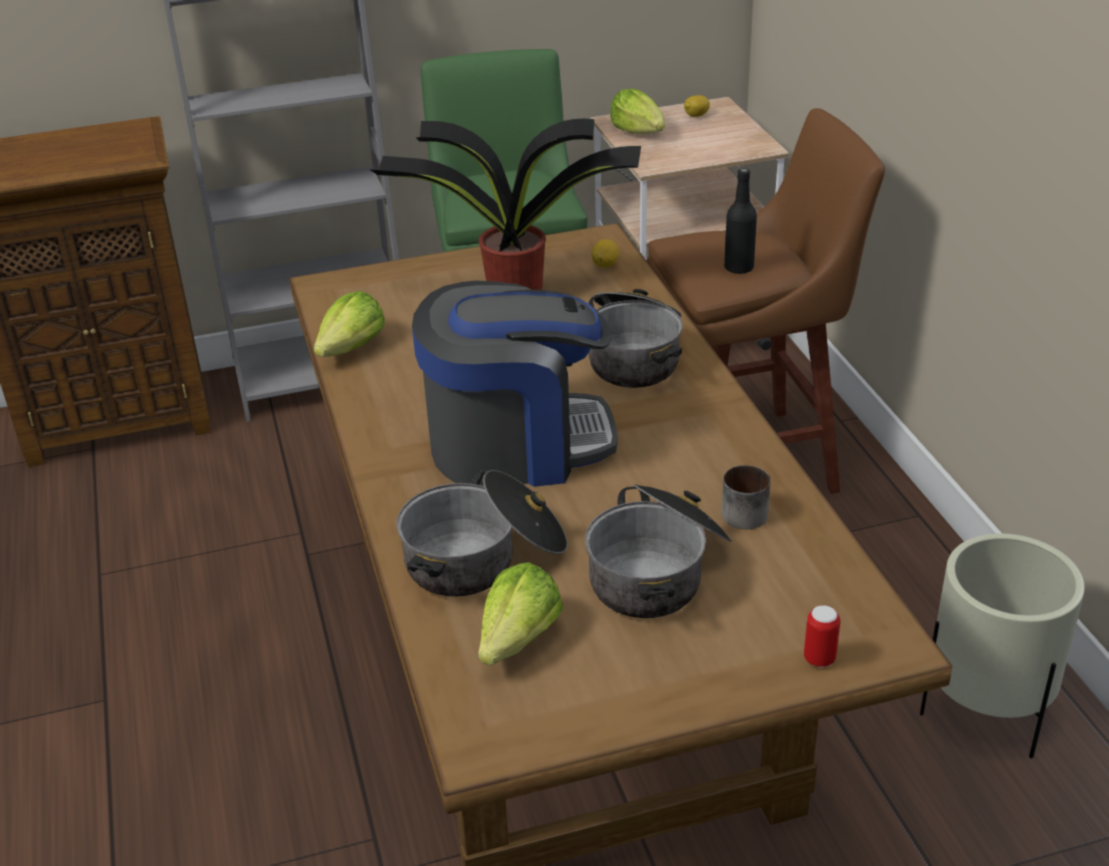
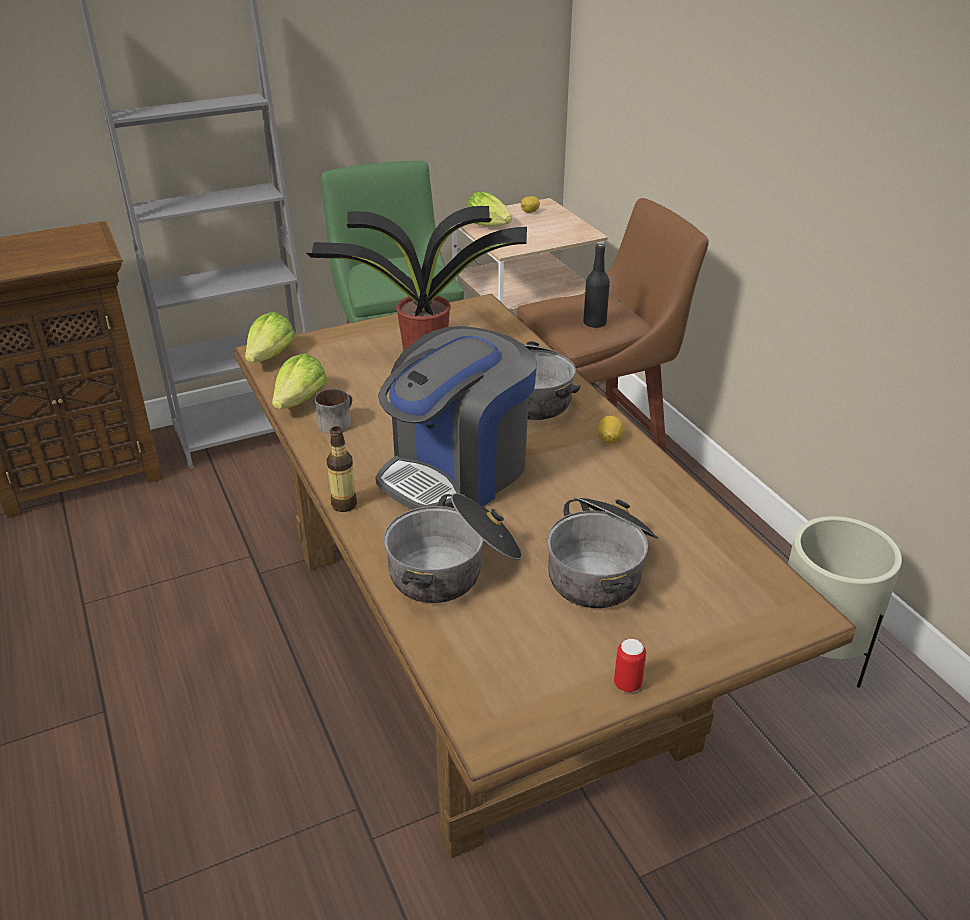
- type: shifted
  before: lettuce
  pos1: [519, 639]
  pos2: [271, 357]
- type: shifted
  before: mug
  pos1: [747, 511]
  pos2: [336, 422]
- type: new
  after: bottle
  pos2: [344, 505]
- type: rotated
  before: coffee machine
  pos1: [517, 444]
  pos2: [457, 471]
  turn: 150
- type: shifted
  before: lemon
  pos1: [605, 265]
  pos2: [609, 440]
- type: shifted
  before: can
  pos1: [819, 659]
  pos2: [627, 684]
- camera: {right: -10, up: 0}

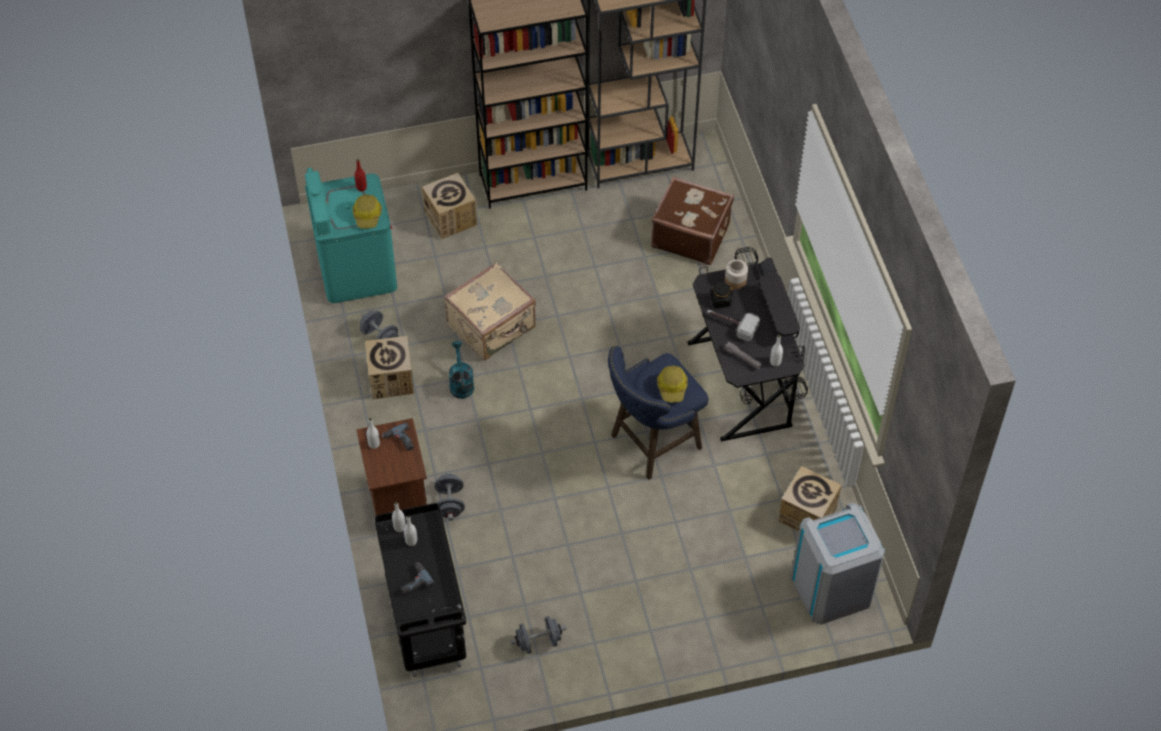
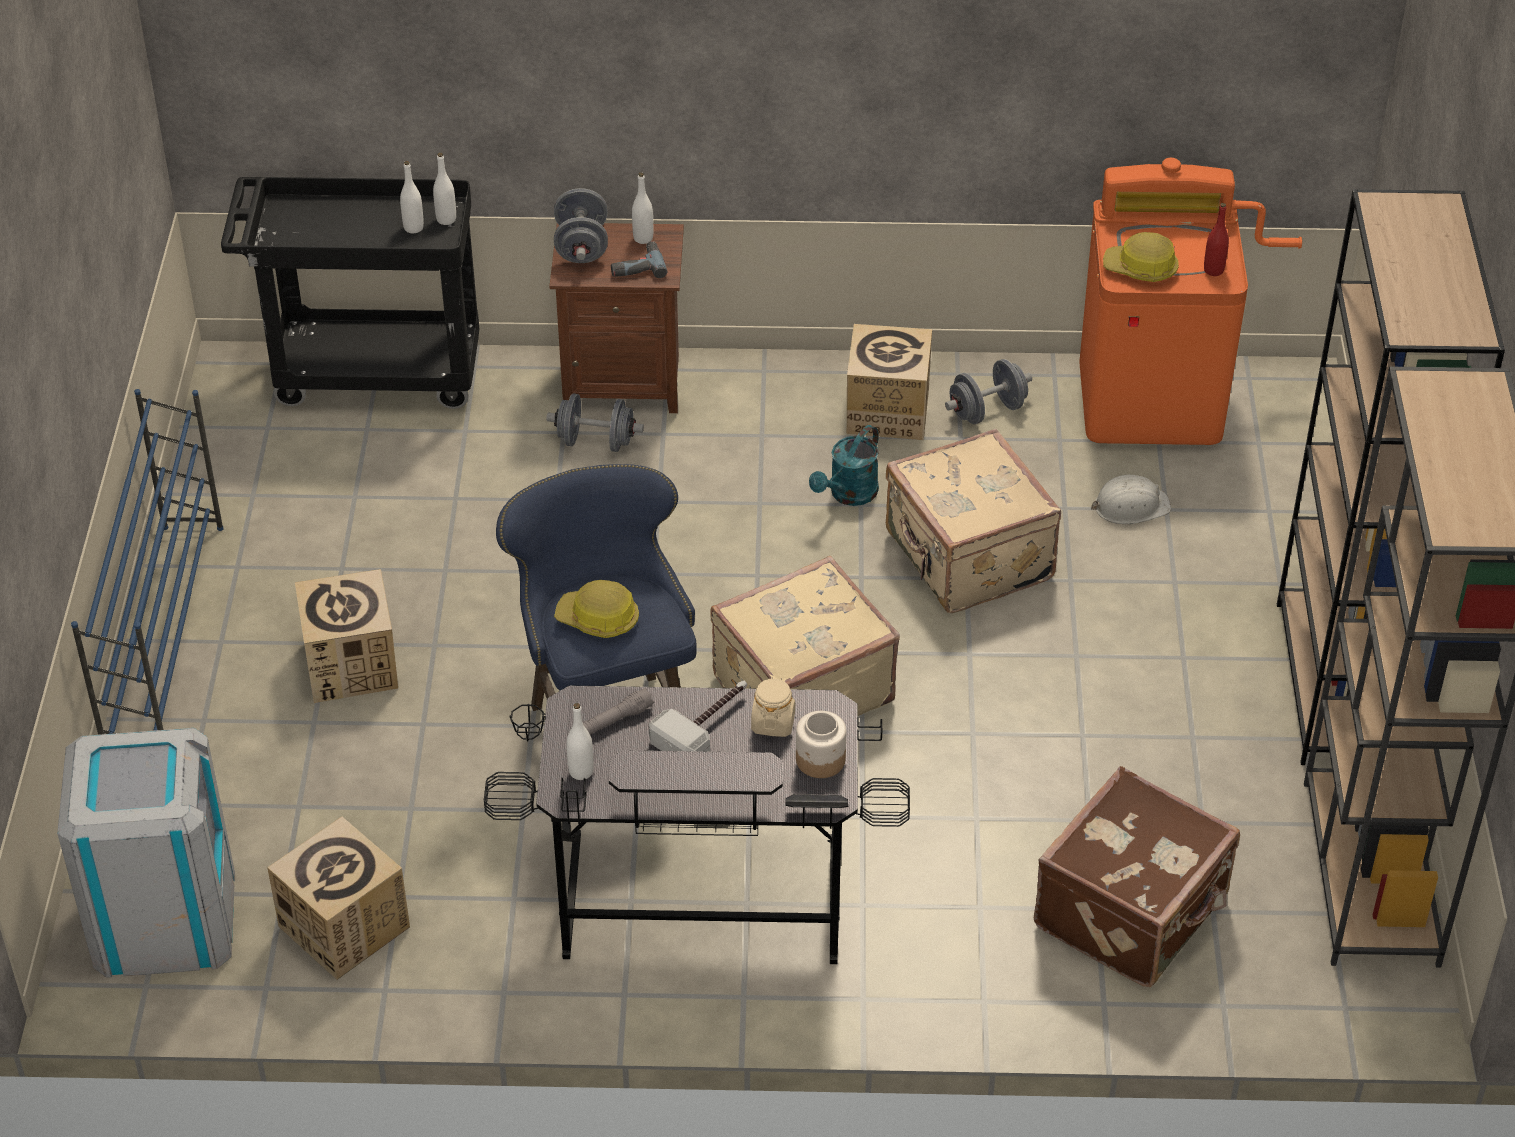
- type: new
  after: blue shoe rack
  pos2: [167, 639]
- type: shifted
  before: cardboard box
  pos1: [450, 218]
  pos2: [351, 665]
- type: shifted
  before: grey dumbbell
  pos1: [538, 642]
  pos2: [581, 247]
- type: new
  after: beige suitcase
  pos2: [800, 688]
- type: repainted
  before: black jar
  after: beige jar
  pos1: [720, 301]
  pos2: [773, 722]
- type: rotated
  before: turquoise watering can
  pos1: [461, 383]
  pos2: [848, 495]
  turn: 120
- type: repainted
  before: turquoise washing machine
  after: orange washing machine
  pos1: [356, 271]
  pos2: [1153, 402]
- type: new
  after: white hard hat
  pos2: [1130, 506]
- type: gone
  before: power drill
  pos1: [414, 581]
- camera: {right: 105, up: -10}

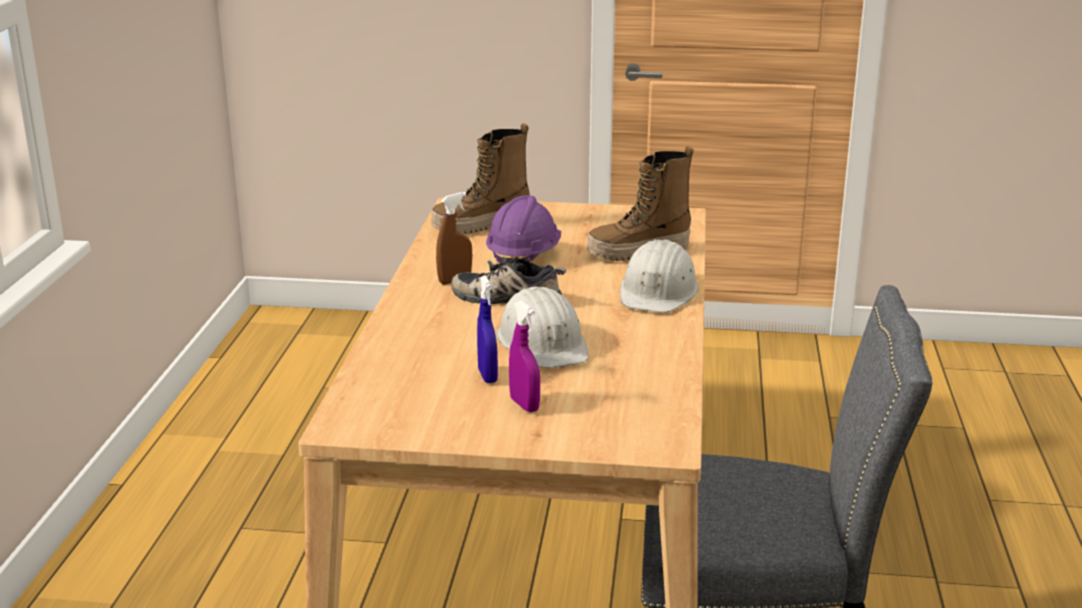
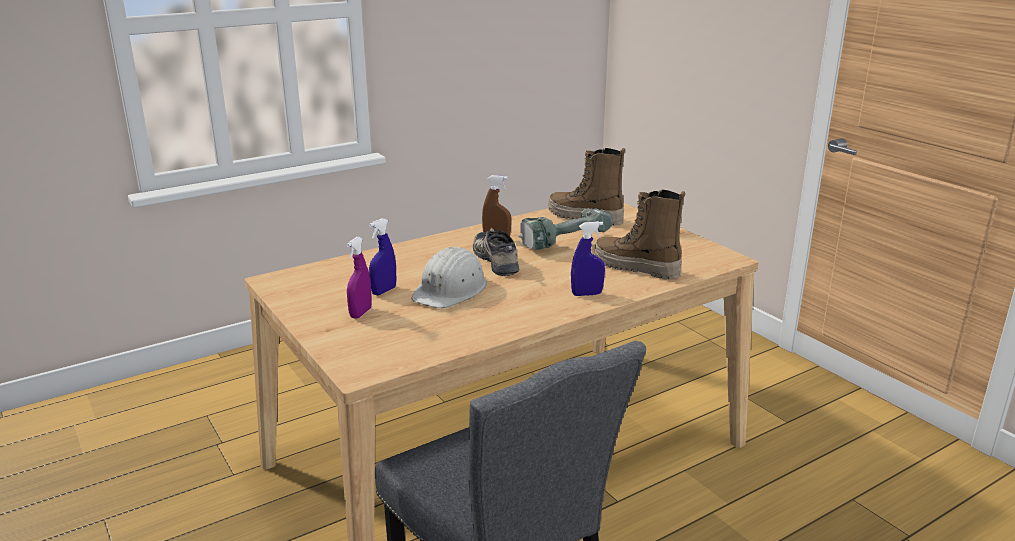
- type: swapped
  before: purple hard hat
  after: power drill
  pos1: [523, 257]
  pos2: [563, 243]
- type: swapped
  before: white hard hat
  after: blue spray bottle
  pos1: [658, 291]
  pos2: [587, 294]
- camera: {right: 50, up: 0}

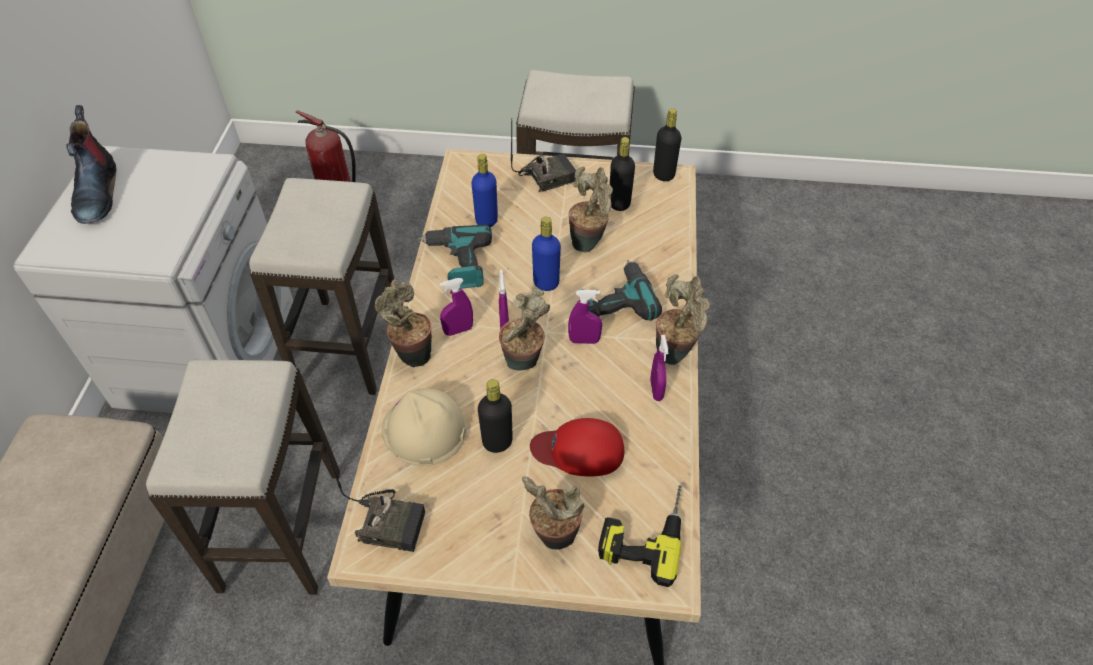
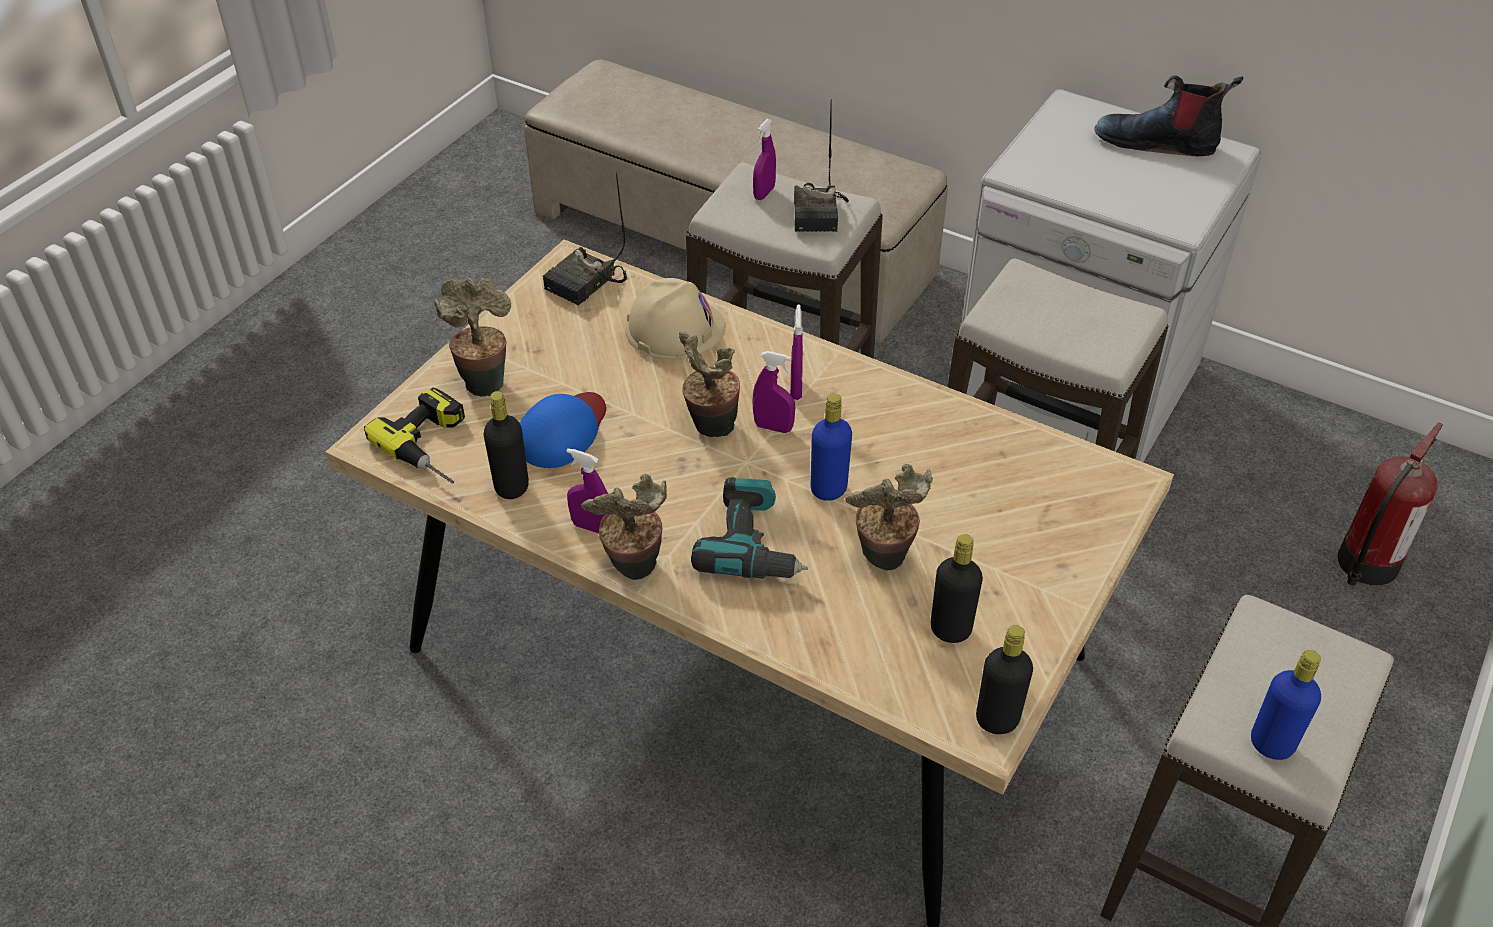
- type: shifted
  before: black bottle
  pos1: [497, 442]
  pos2: [511, 487]
- type: repainted
  before: red cap
  after: blue cap
  pos1: [579, 450]
  pos2: [563, 431]
- type: shifted
  before: purple spray bottle
  pos1: [584, 340]
  pos2: [764, 193]
- type: shifted
  before: radio
  pos1: [548, 176]
  pos2: [820, 214]
- type: shifted
  before: blue bottle
  pos1: [486, 220]
  pos2: [1271, 744]
- type: gone
  before: potted plant
  pos1: [412, 354]
- type: gone
  before: power drill
  pos1: [458, 263]
- camera: {right: 115, up: -5}

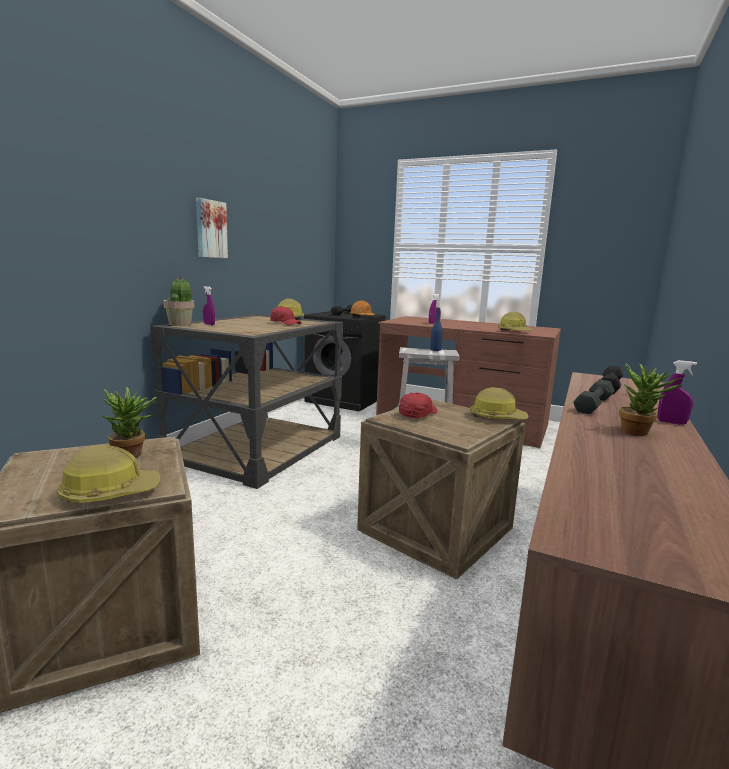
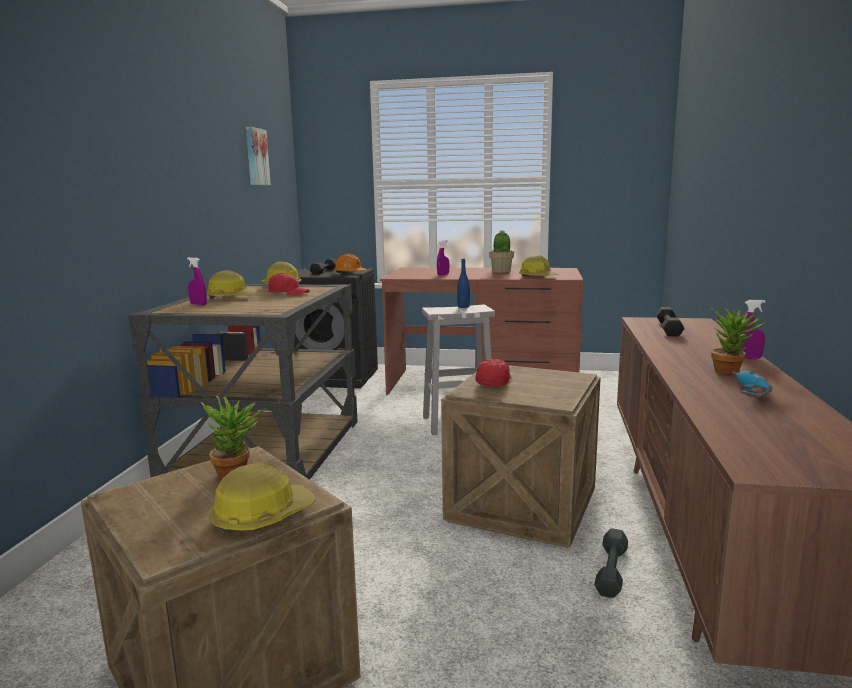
- type: shifted
  before: hard hat
  pos1: [497, 418]
  pos2: [231, 297]
- type: shifted
  before: picture
  pos1: [210, 229]
  pos2: [256, 157]
- type: shifted
  before: potted plant
  pos1: [180, 324]
  pos2: [501, 271]
- type: shifted
  before: grey dumbbell
  pos1: [593, 404]
  pos2: [611, 570]
- type: new
  after: power drill
  pos2: [745, 393]
- camera: {right: -15, up: 0}

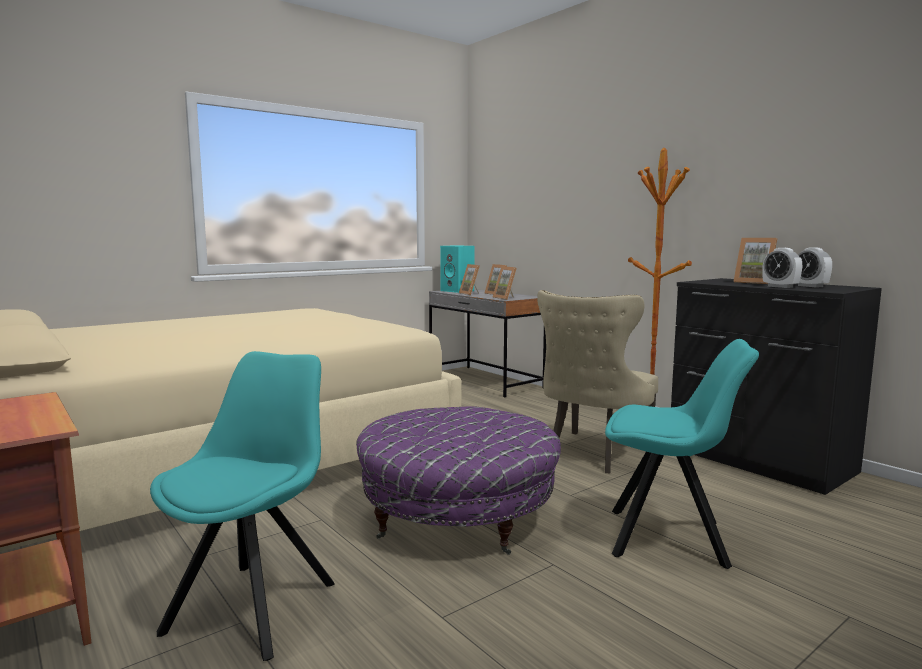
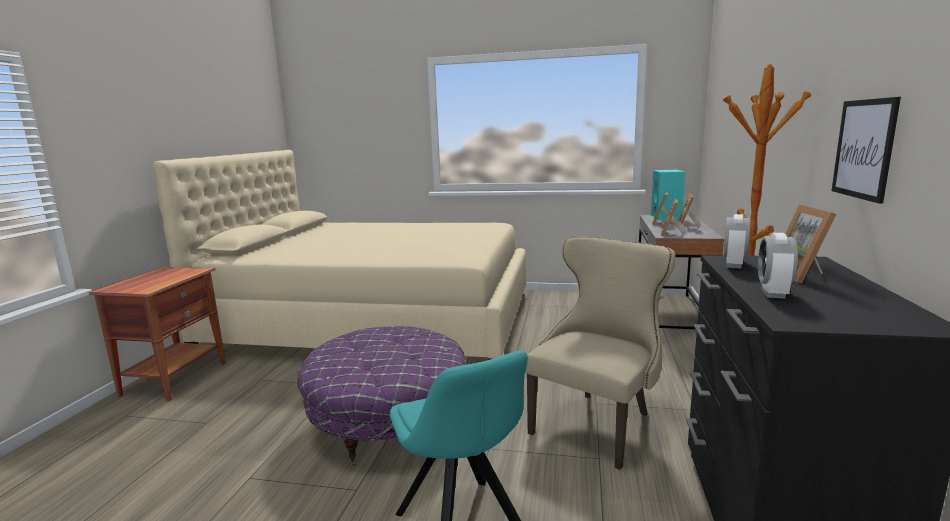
- type: rotated
  before: beige chair
  pos1: [593, 453]
  pos2: [597, 423]
  turn: 135
- type: shifted
  before: alarm clock
  pos1: [810, 286]
  pos2: [734, 264]
- type: new
  after: picture
  pos2: [864, 149]
- type: gone
  before: turquoise chair
  pos1: [253, 607]
- camera: {right: 50, up: 5}

